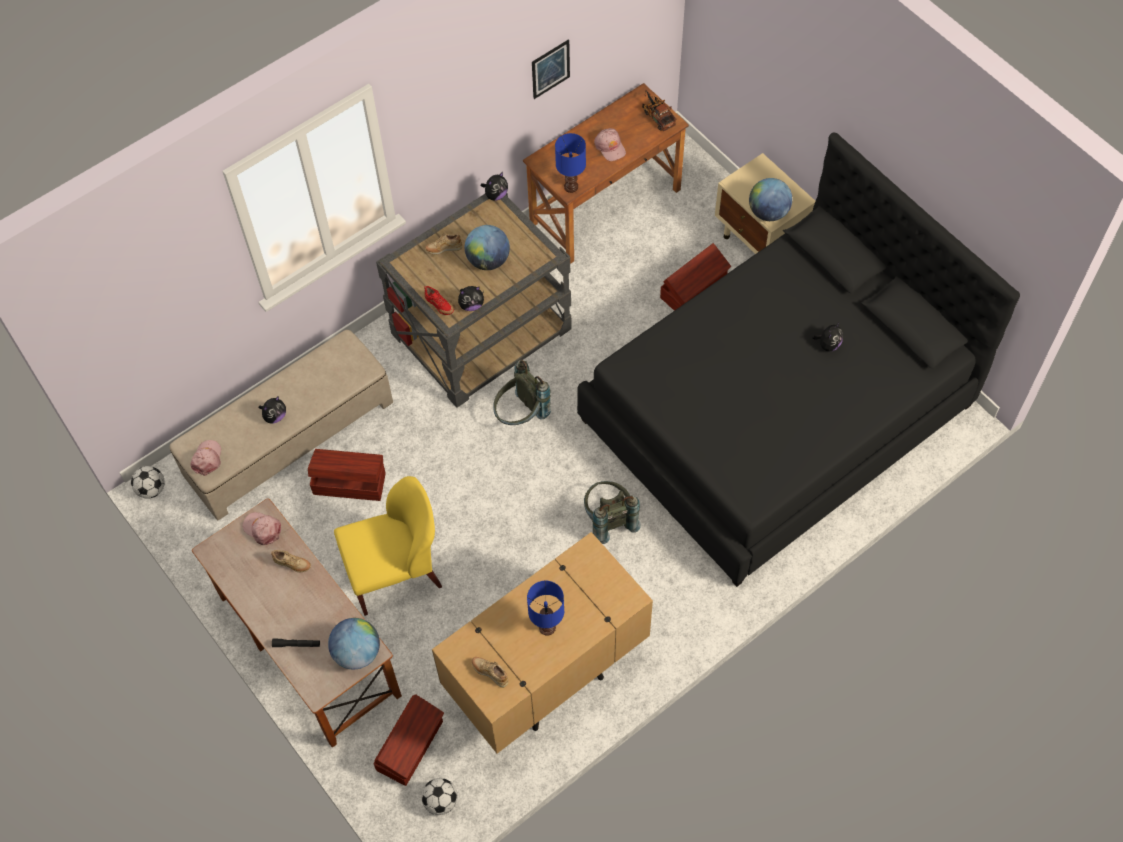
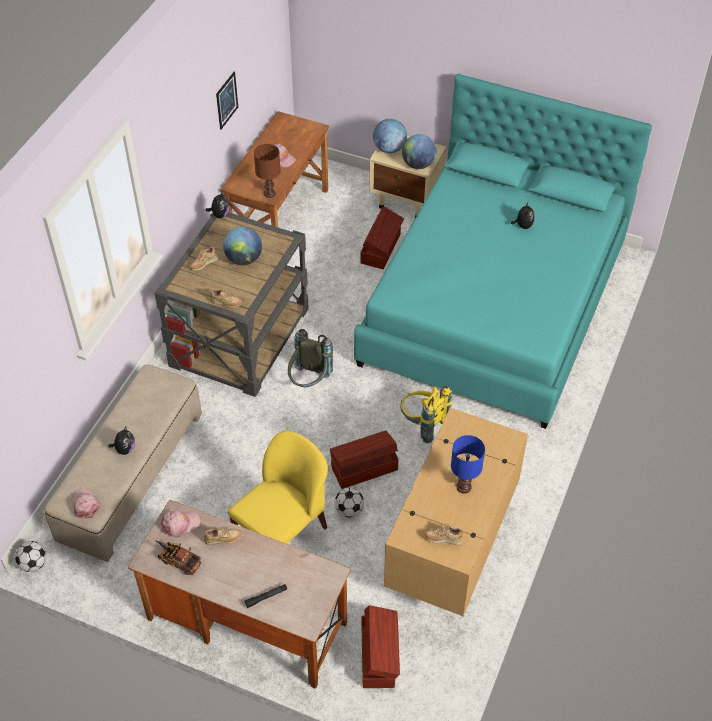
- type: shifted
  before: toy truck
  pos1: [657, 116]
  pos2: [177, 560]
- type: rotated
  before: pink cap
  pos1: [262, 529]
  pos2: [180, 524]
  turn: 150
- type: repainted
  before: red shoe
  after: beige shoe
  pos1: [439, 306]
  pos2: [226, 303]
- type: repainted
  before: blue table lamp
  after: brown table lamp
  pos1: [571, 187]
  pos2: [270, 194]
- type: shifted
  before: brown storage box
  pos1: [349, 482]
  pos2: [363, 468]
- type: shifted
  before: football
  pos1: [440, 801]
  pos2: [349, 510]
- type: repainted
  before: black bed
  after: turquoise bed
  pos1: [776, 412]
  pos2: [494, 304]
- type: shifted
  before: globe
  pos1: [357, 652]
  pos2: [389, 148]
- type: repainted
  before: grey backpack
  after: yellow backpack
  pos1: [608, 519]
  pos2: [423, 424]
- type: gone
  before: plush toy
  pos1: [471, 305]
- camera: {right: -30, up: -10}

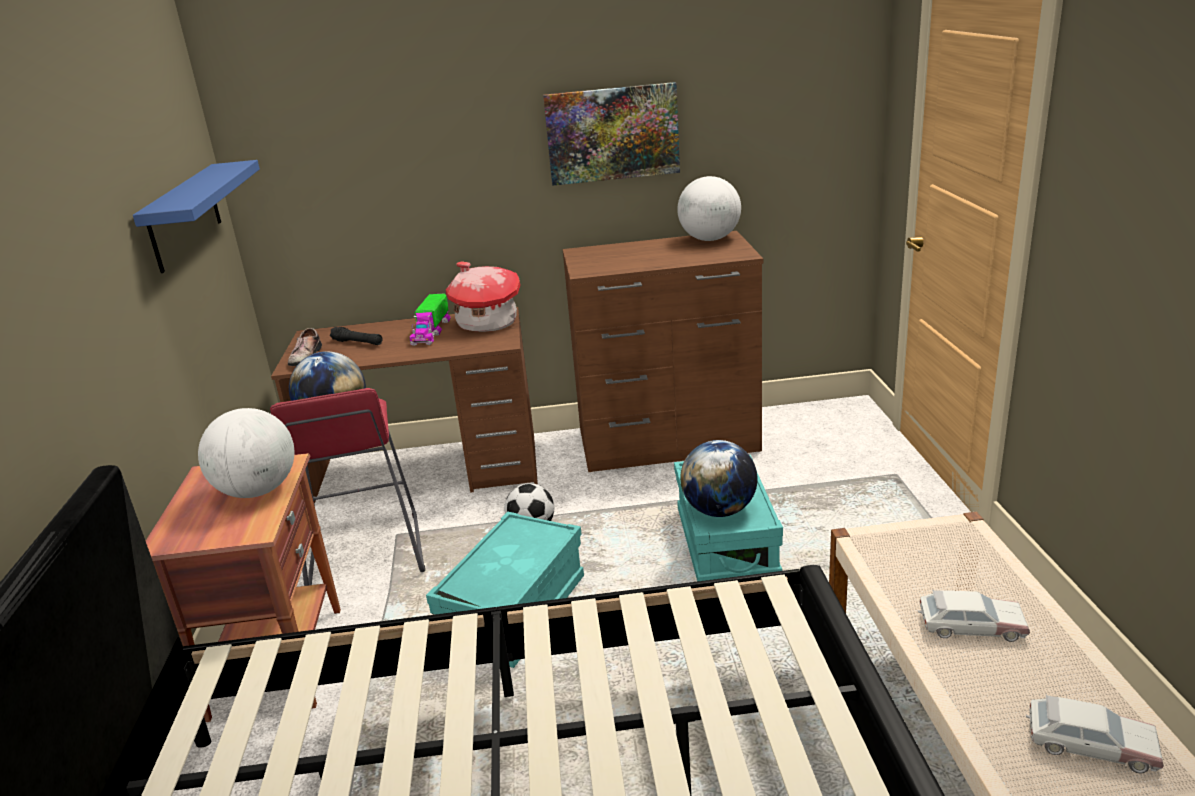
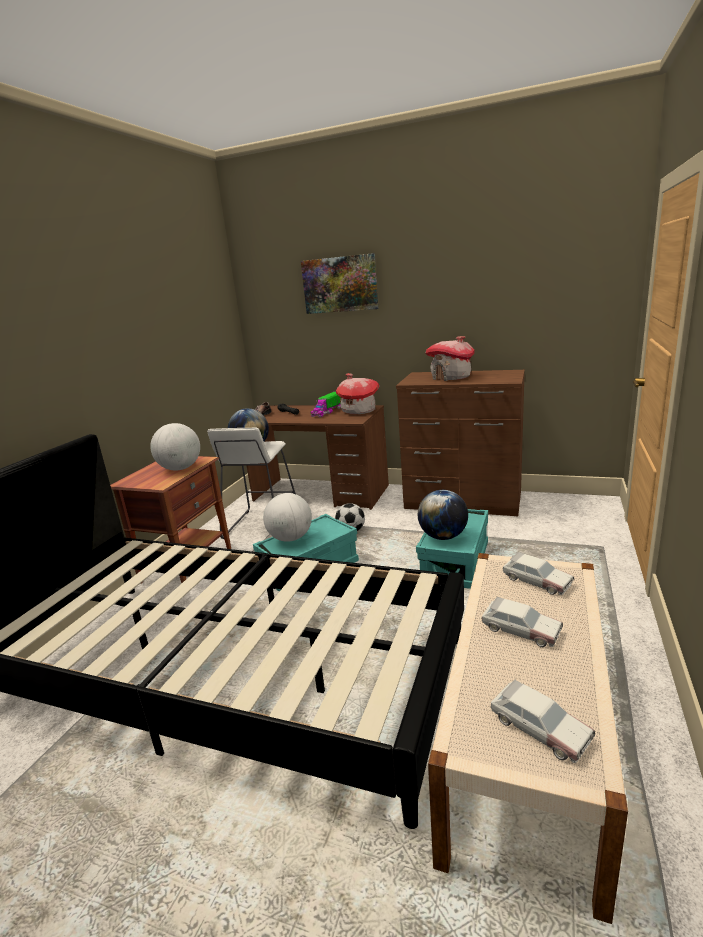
- type: repainted
  before: red stool
  after: white stool
  pos1: [365, 553]
  pos2: [262, 525]
- type: shifted
  before: globe
  pos1: [710, 239]
  pos2: [290, 538]
- type: shifted
  before: picture
  pos1: [612, 133]
  pos2: [340, 284]
- type: new
  after: toy house
  pos2: [451, 377]
- type: new
  after: toy car
  pos2: [536, 580]
- type: gone
  before: blue shelf
  pos1: [184, 216]
- camera: {right: 25, up: -5}

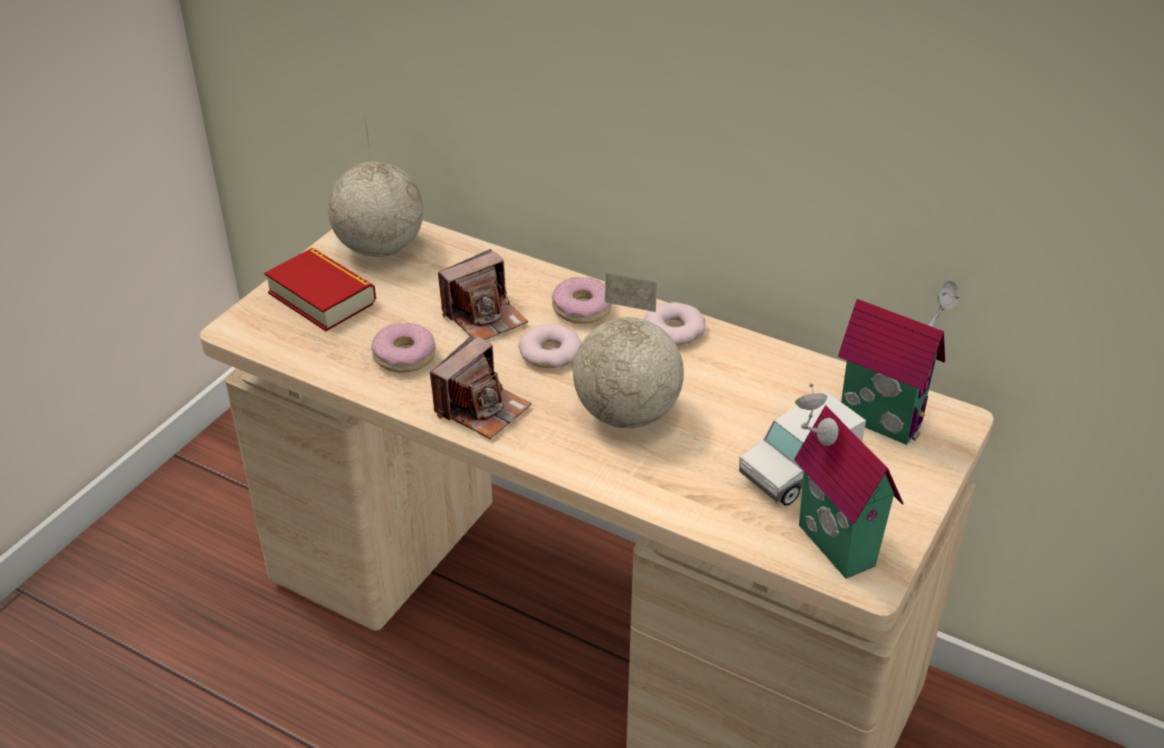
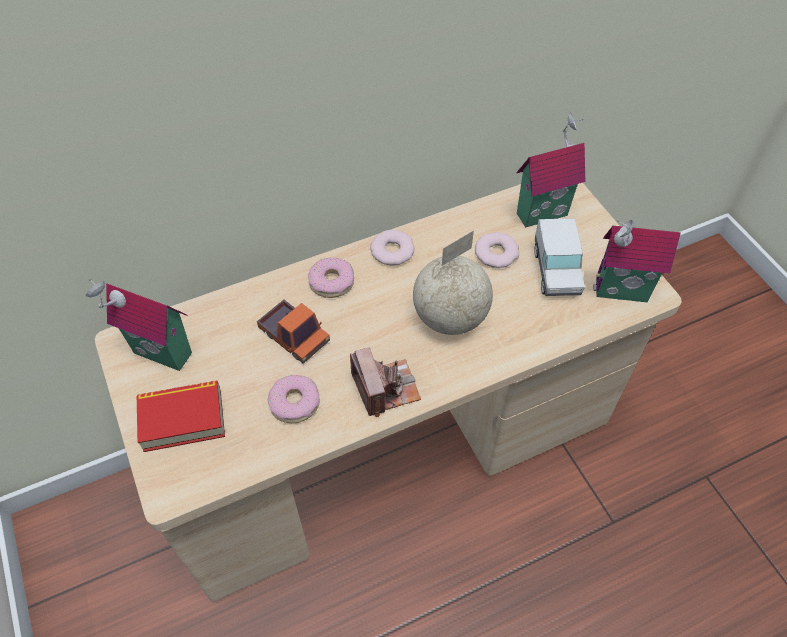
- type: swapped
  before: globe
  after: toy house
  pos1: [379, 249]
  pos2: [160, 356]
- type: swapped
  before: photo camera
  after: toy truck
  pos1: [484, 317]
  pos2: [294, 336]
- type: shifted
  before: donut
  pos1: [550, 352]
  pos2: [496, 253]
- camera: {right: -55, up: 15}

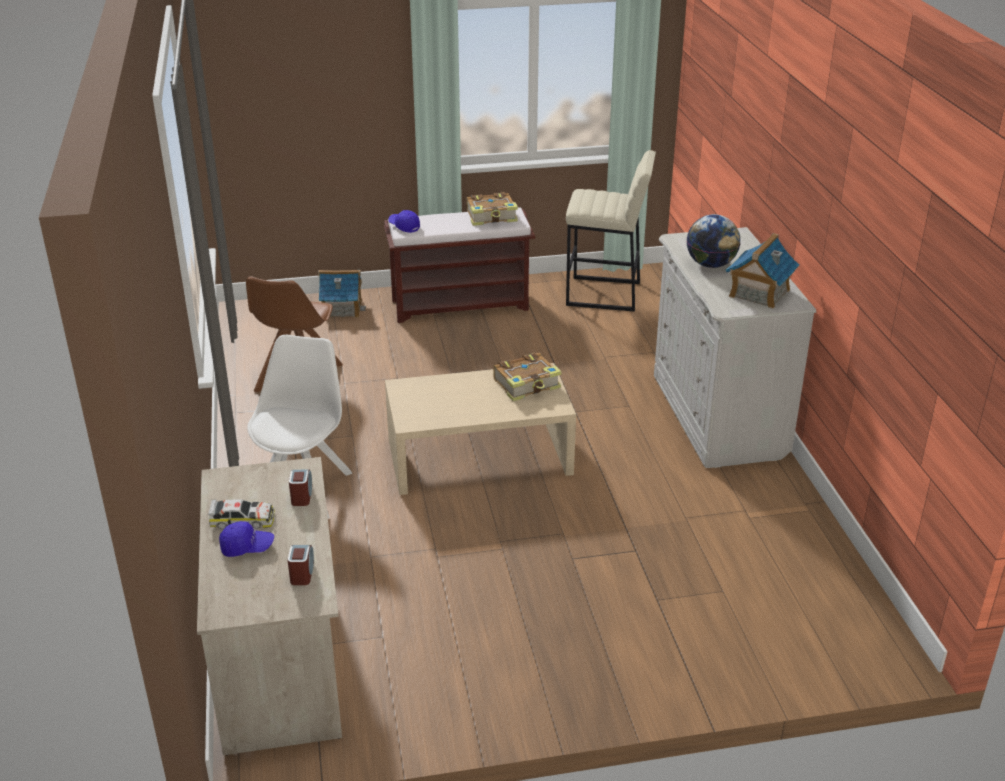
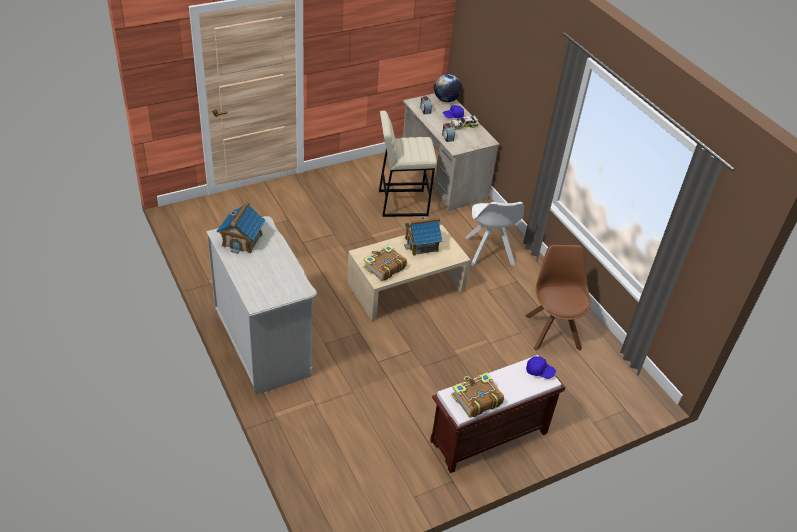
- type: shifted
  before: beige stool
  pos1: [605, 294]
  pos2: [401, 203]
- type: shifted
  before: toy house
  pos1: [342, 308]
  pos2: [421, 244]
- type: shifted
  before: globe
  pos1: [711, 265]
  pos2: [446, 100]
- camera: {right: 160, up: 10}

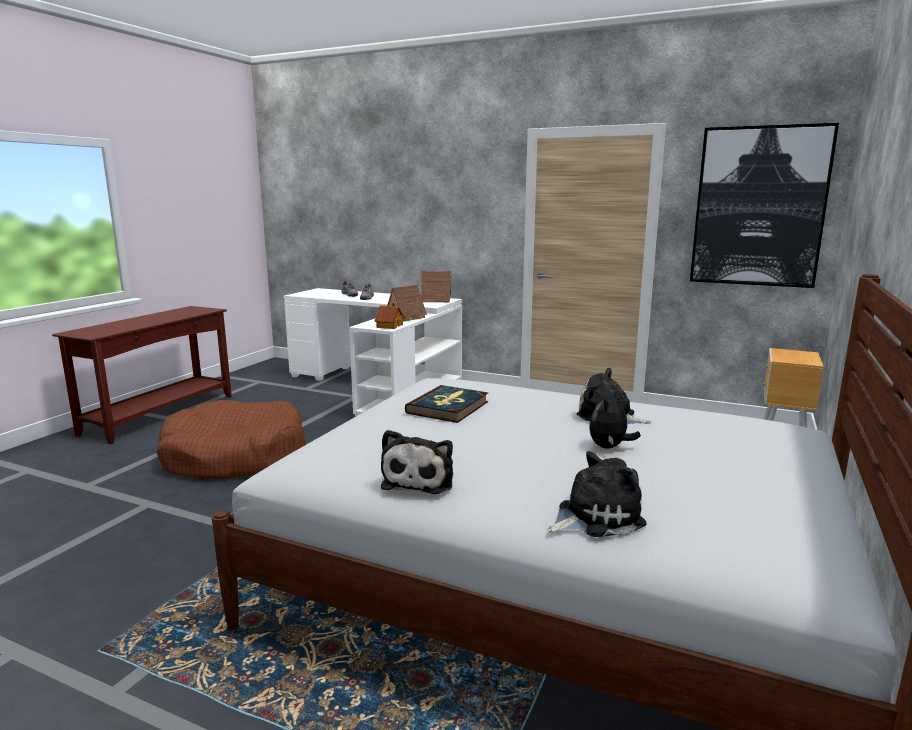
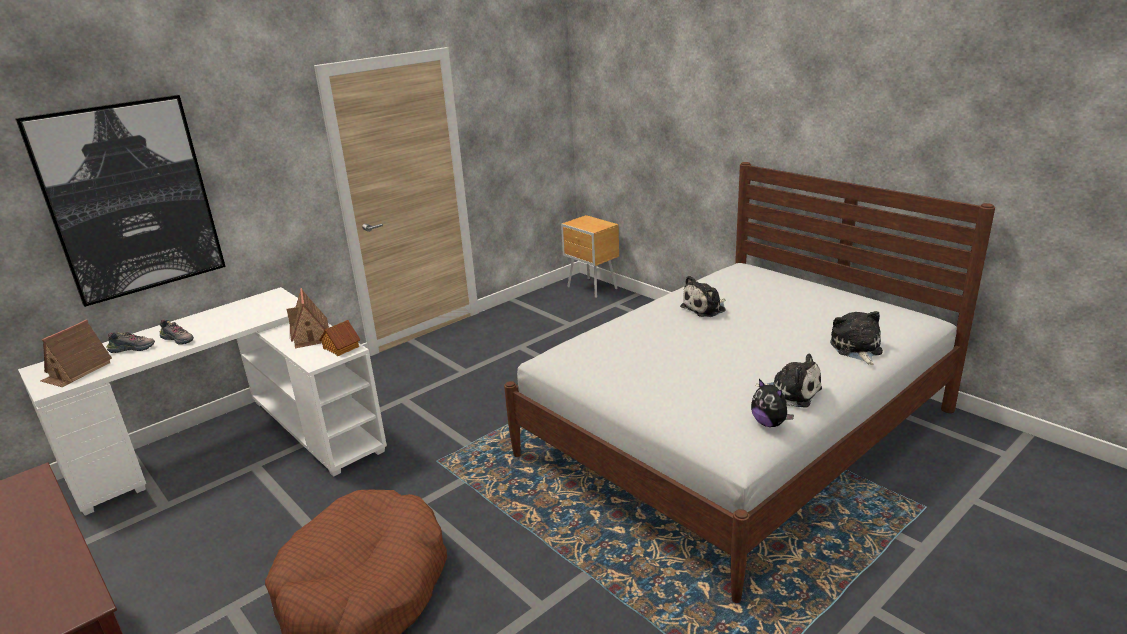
- type: shifted
  before: picture
  pos1: [759, 207]
  pos2: [130, 199]
- type: shifted
  before: toy house
  pos1: [434, 300]
  pos2: [77, 371]
- type: shifted
  before: plush toy
  pos1: [609, 447]
  pos2: [769, 423]
- type: gone
  before: book
  pos1: [448, 407]
- camera: {right: -65, up: 10}

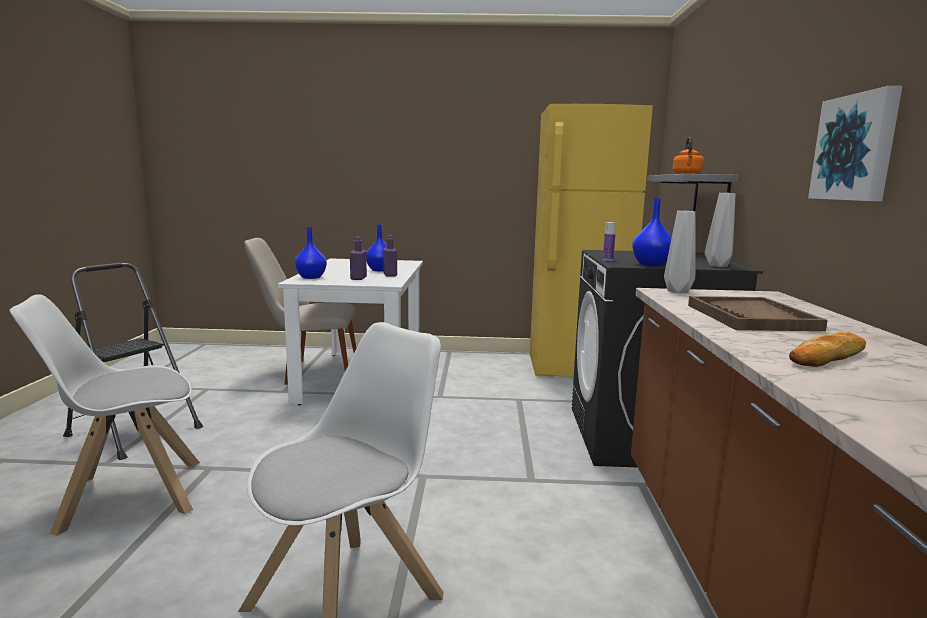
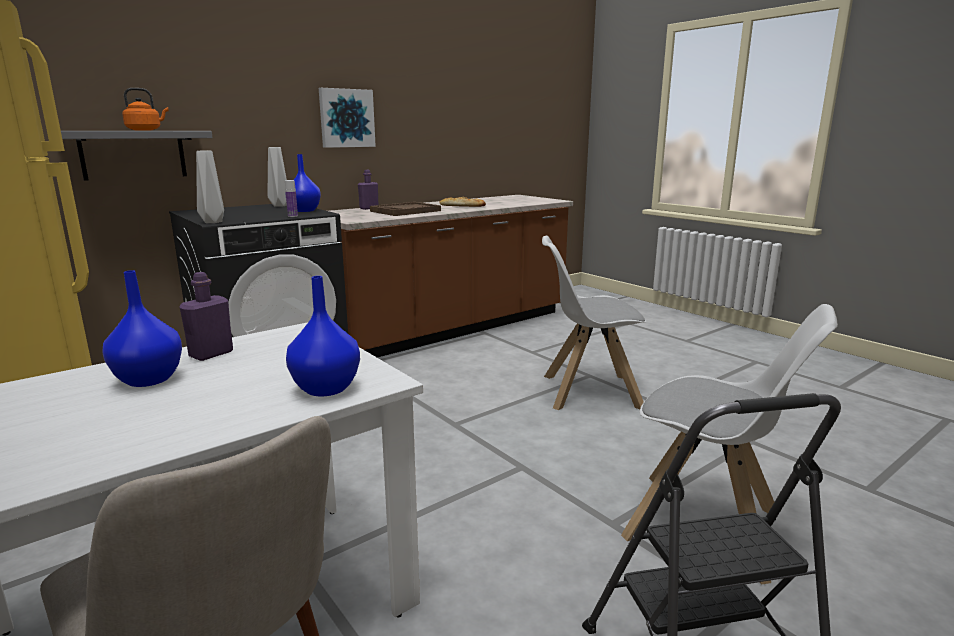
- type: shifted
  before: grey vase
  pos1: [676, 291]
  pos2: [214, 222]
- type: shifted
  before: purple bottle
  pos1: [358, 278]
  pos2: [369, 208]
- camera: {right: -130, up: 5}

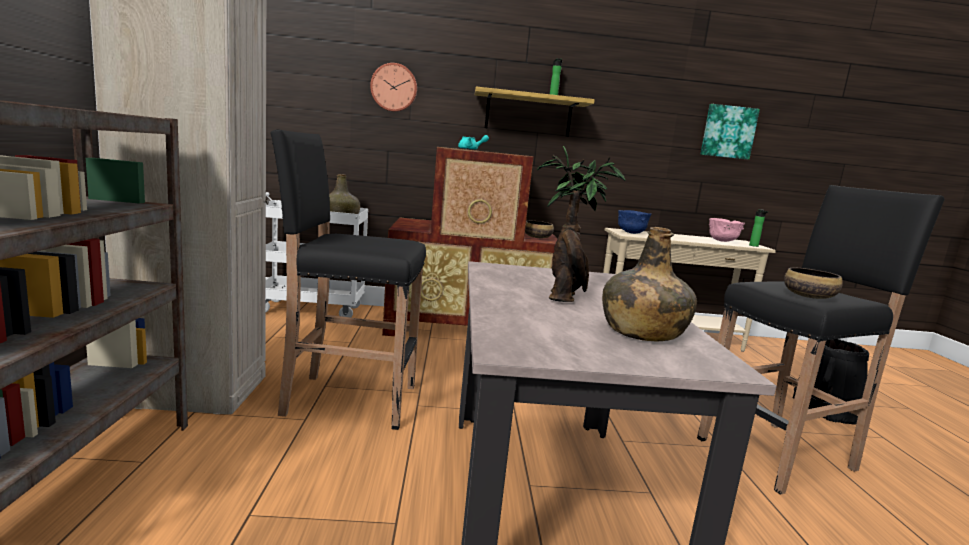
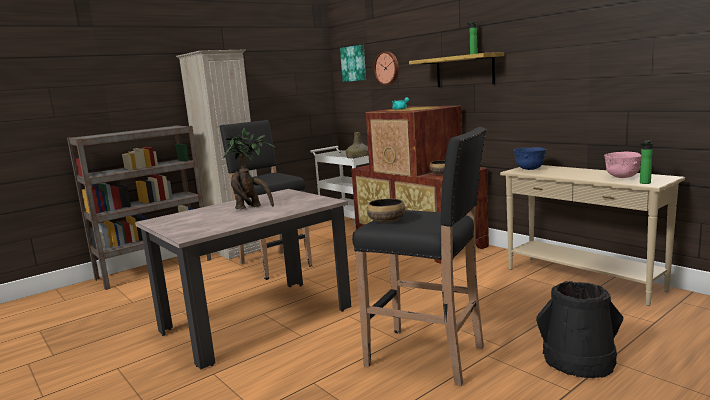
- type: shifted
  before: picture
  pos1: [728, 132]
  pos2: [354, 63]
- type: gone
  before: green bottle
  pos1: [641, 332]
- camera: {right: 55, up: 0}

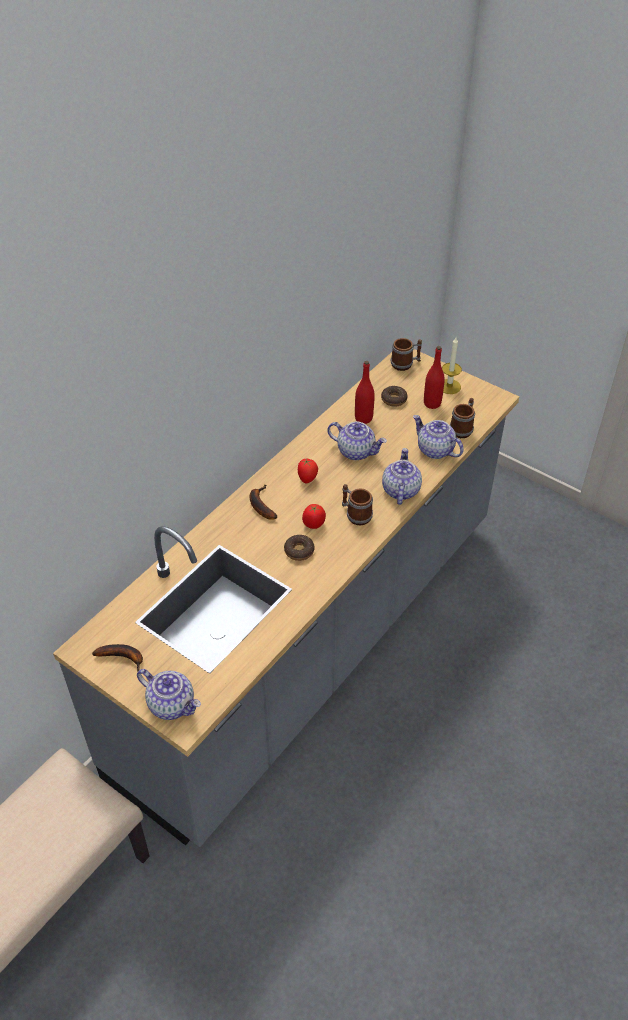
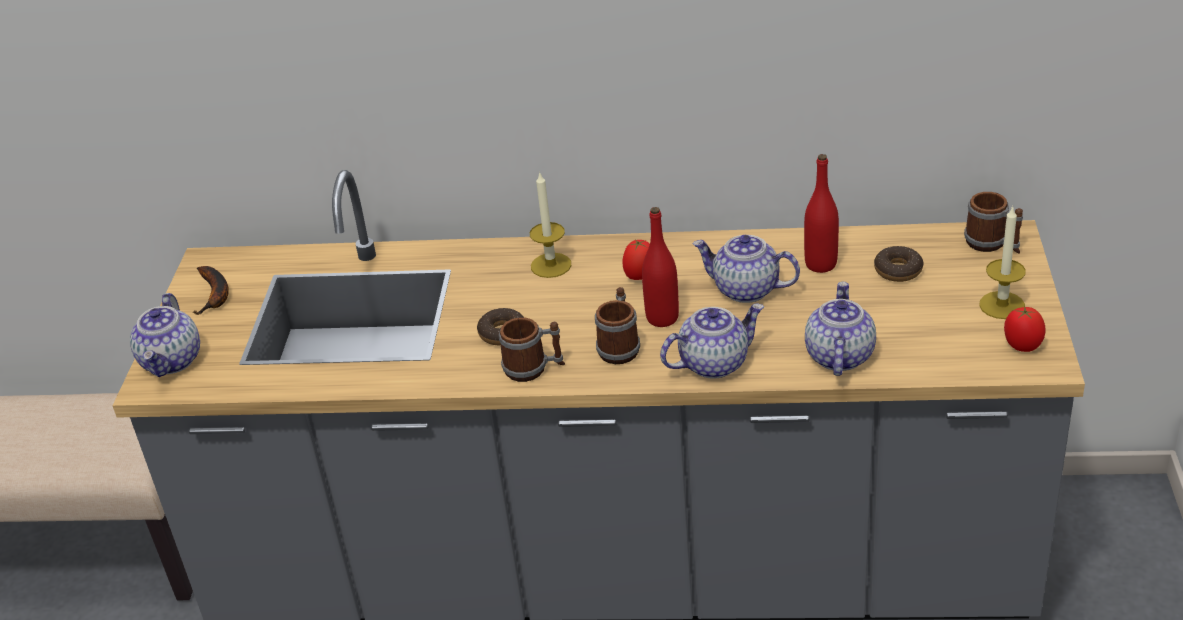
- type: shifted
  before: mug
  pos1: [462, 428]
  pos2: [533, 368]
- type: swapped
  before: banana
  after: candle
  pos1: [260, 505]
  pos2: [551, 265]
- type: shifted
  before: red bottle
  pos1: [432, 403]
  pos2: [662, 318]
- type: rotated
  before: teapot
  pos1: [356, 451]
  pos2: [745, 290]
  turn: 120
- type: shifted
  before: tomato
  pos1: [314, 524]
  pos2: [1022, 346]
- camera: {right: 60, up: -10}

